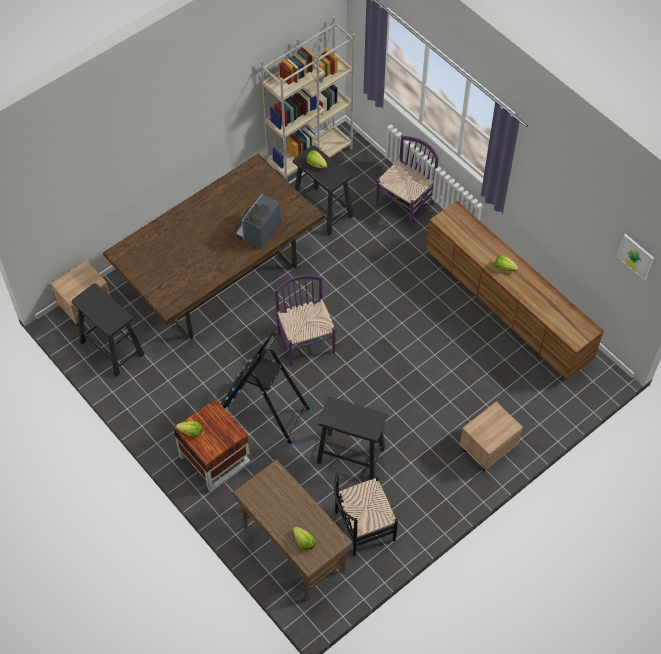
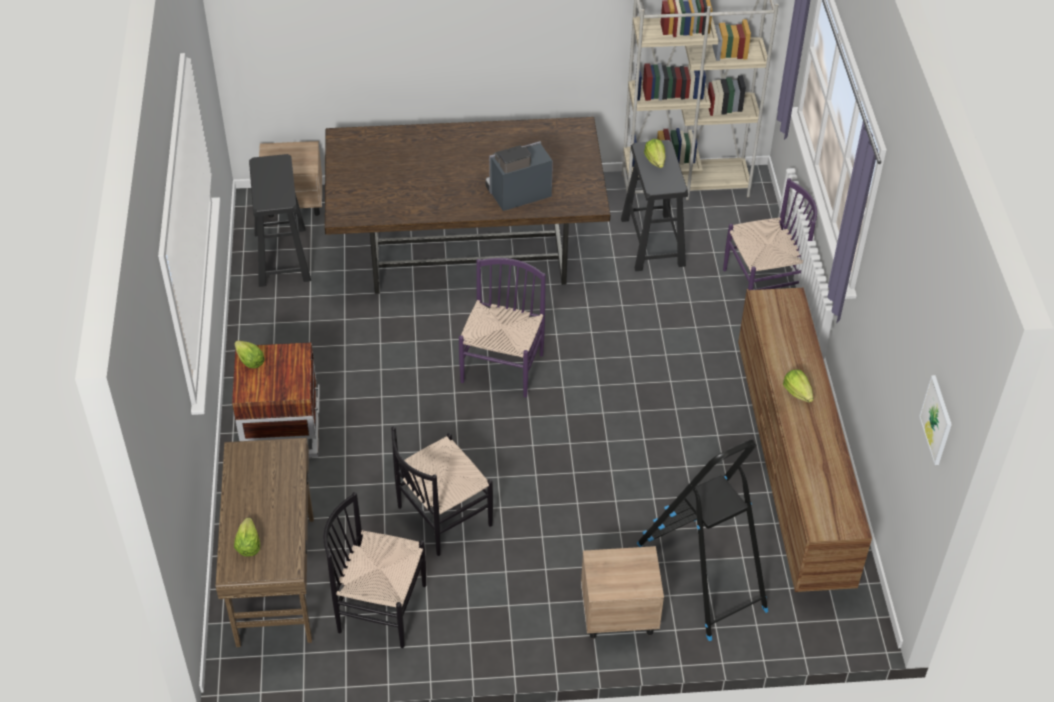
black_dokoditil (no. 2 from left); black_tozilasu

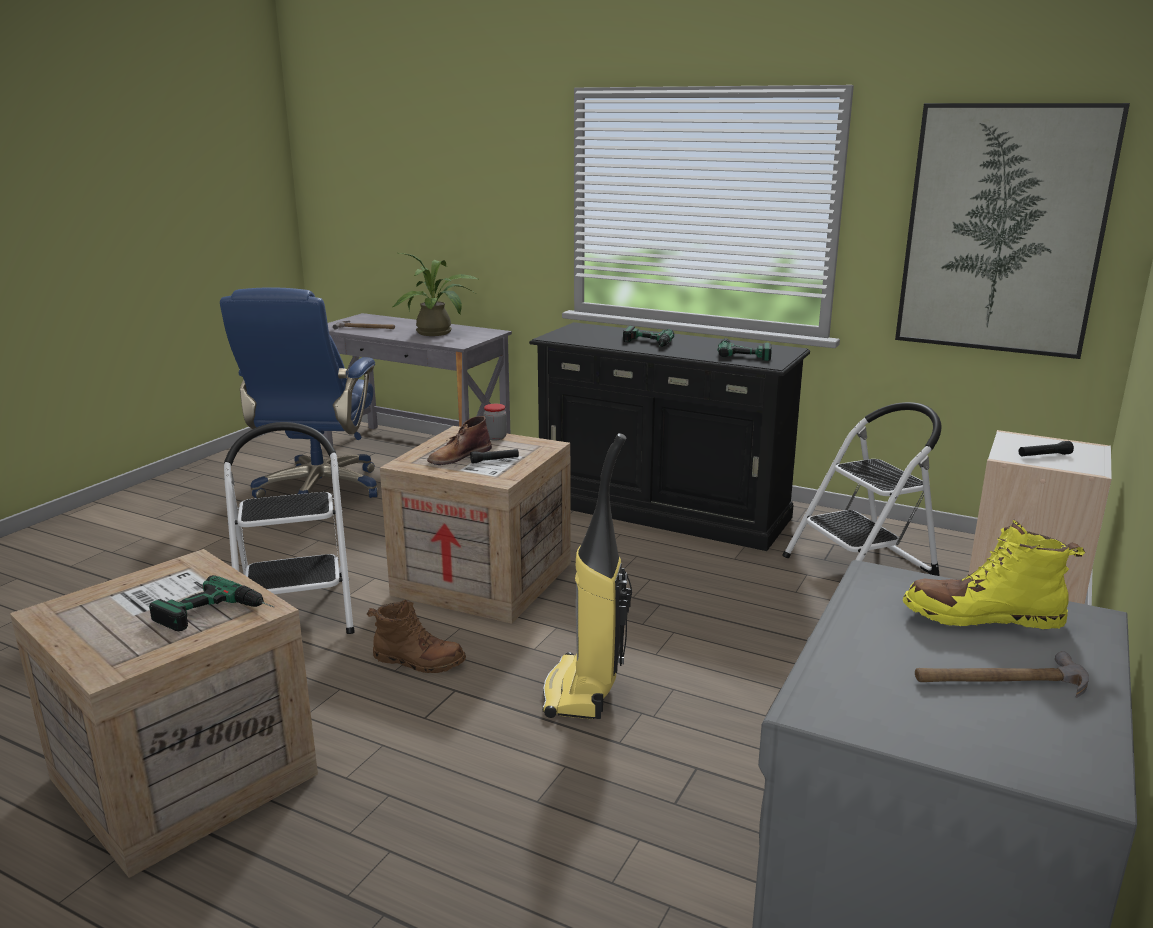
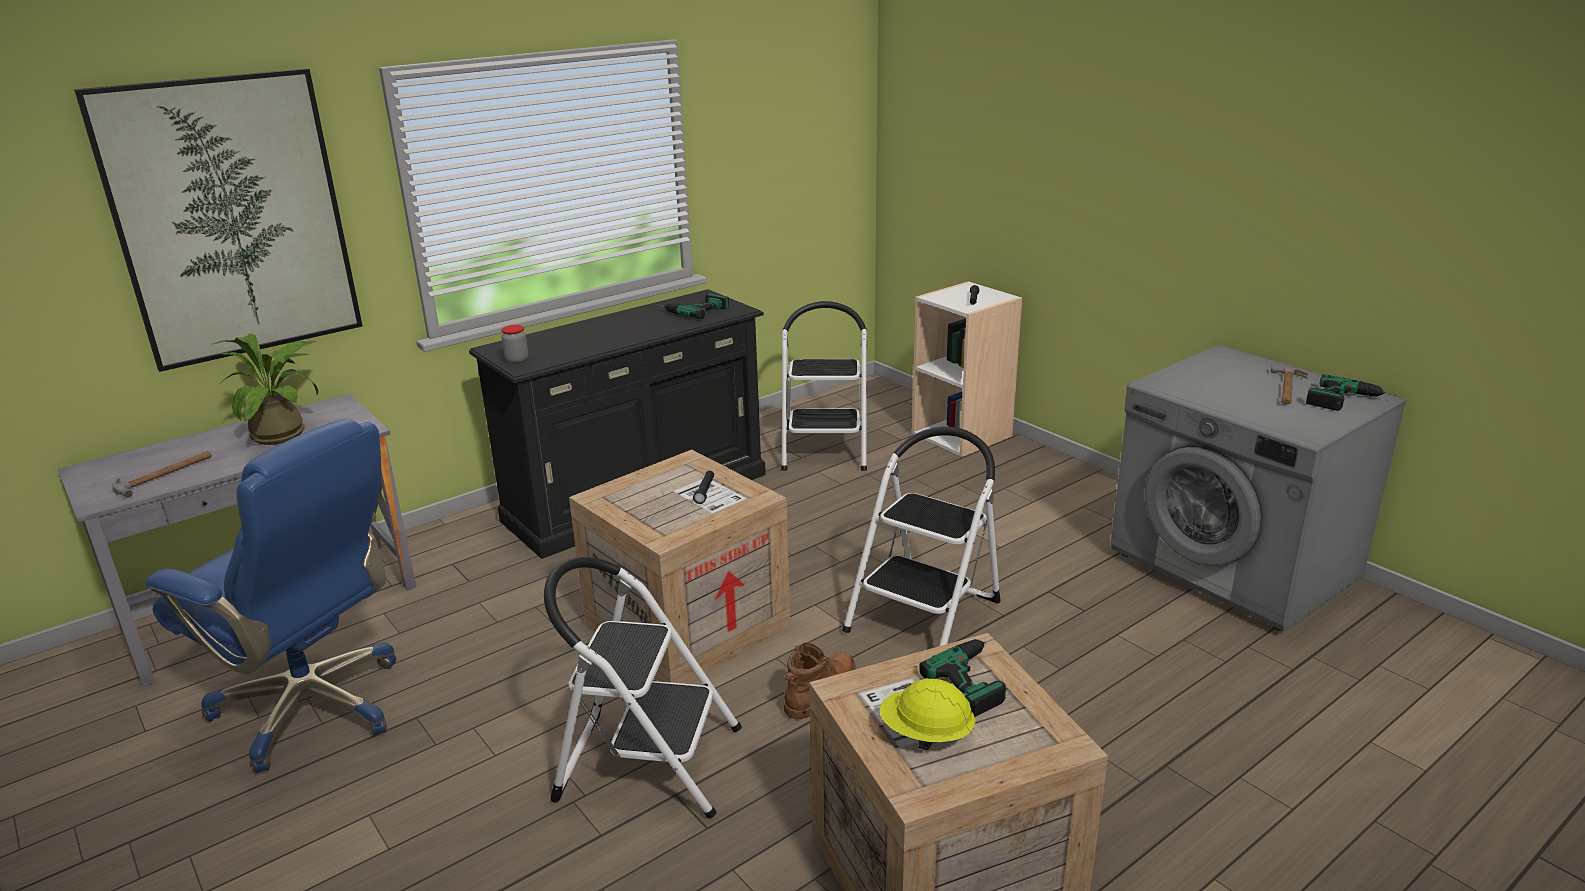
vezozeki; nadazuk; tozilasu (no. 3 from left); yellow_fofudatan; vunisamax (no. 3 from left); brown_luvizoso (no. 2 from left in the first image); yellow_luvizoso

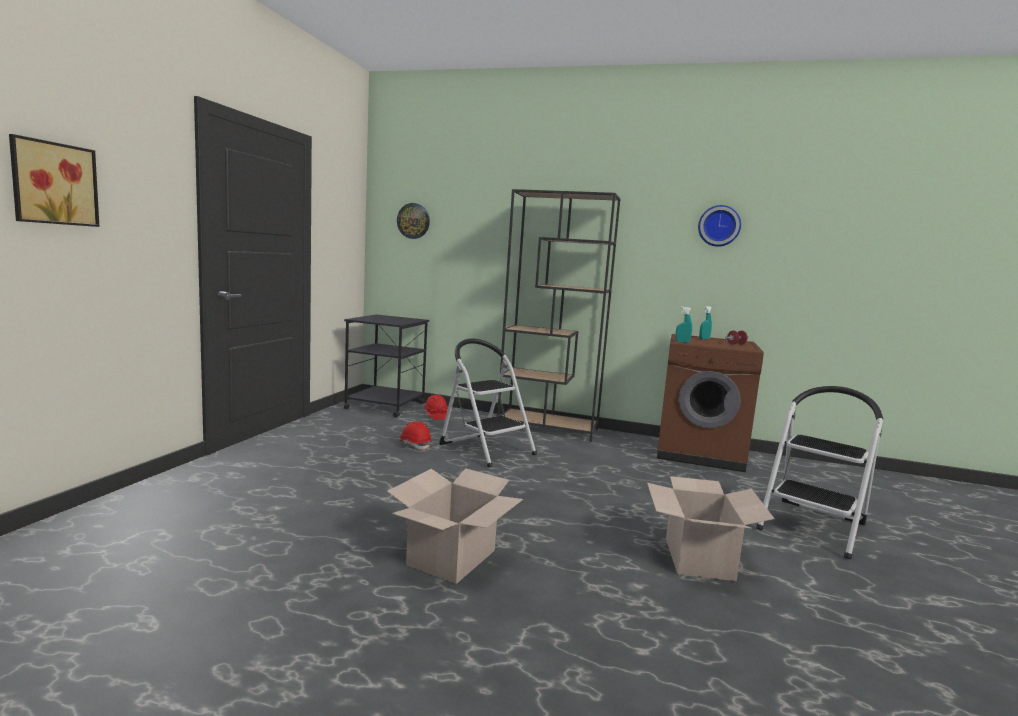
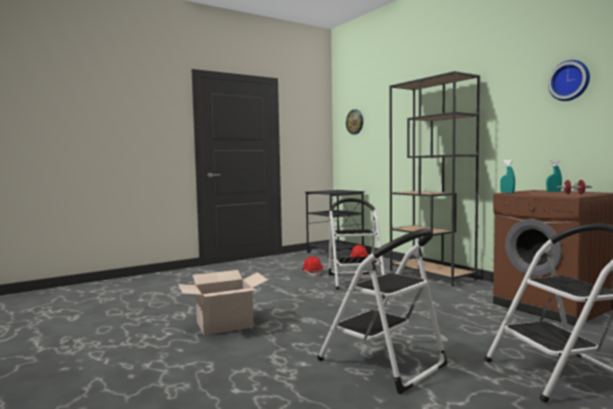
tozilasu (no. 2 from left); vezozeki

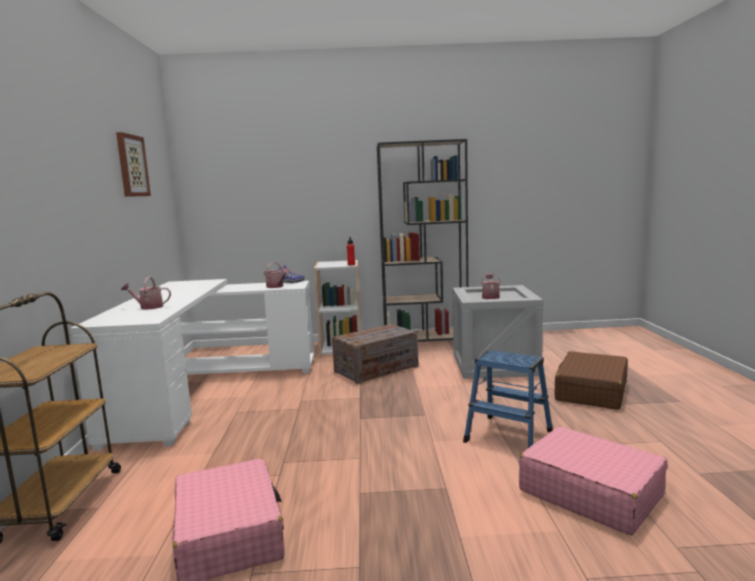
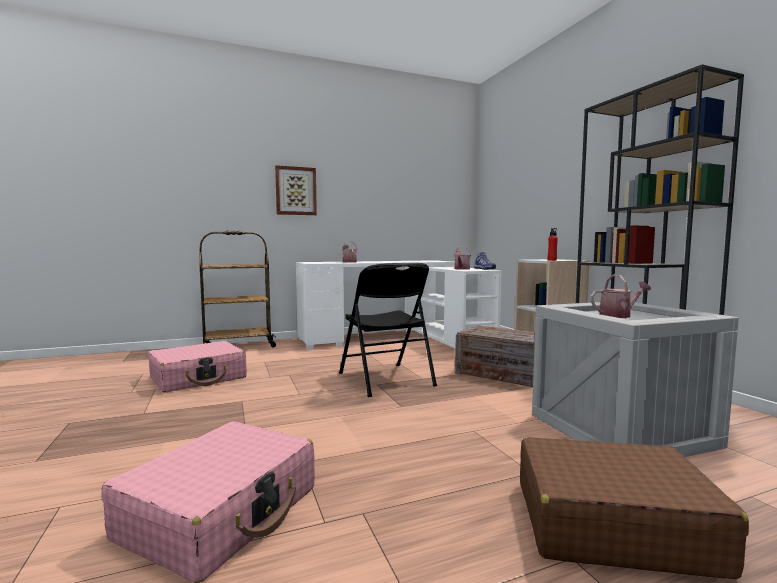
vezozeki; black_dokoditil; blue_tozilasu

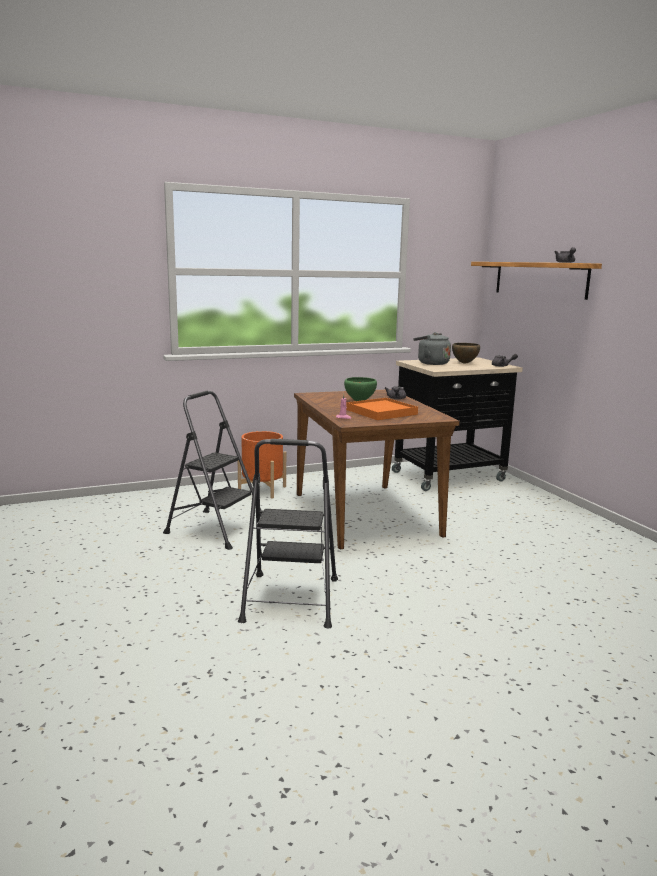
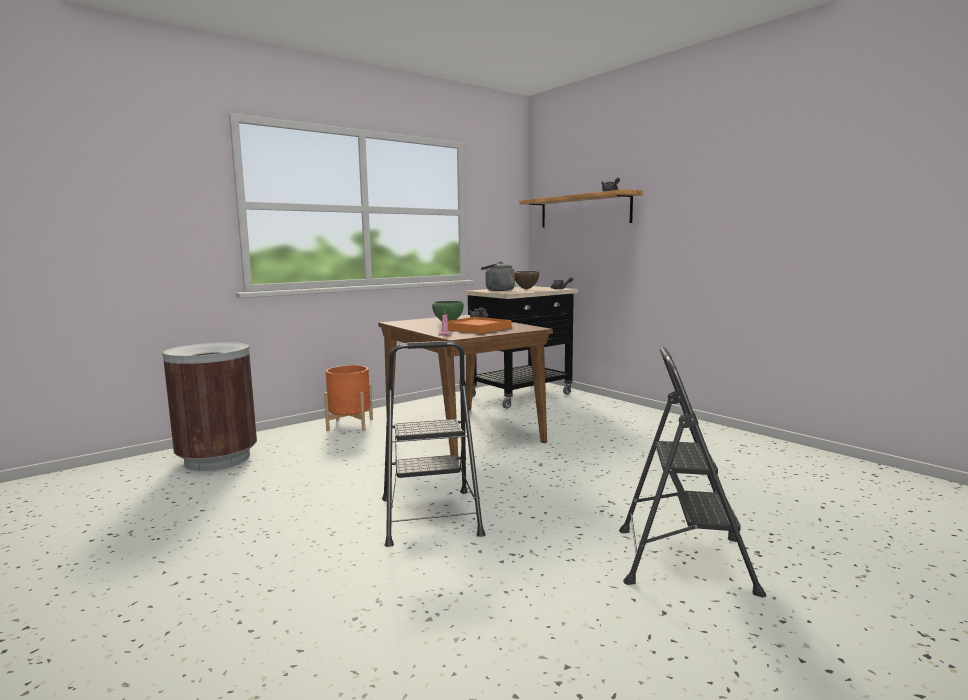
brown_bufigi; black_tozilasu (no. 2 from left)

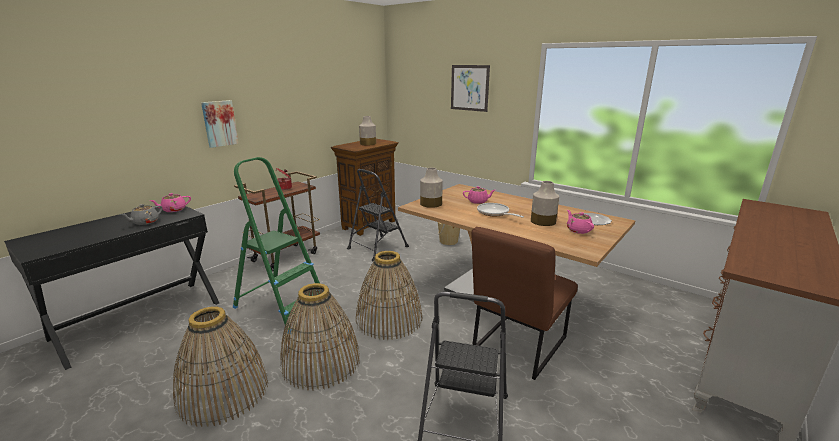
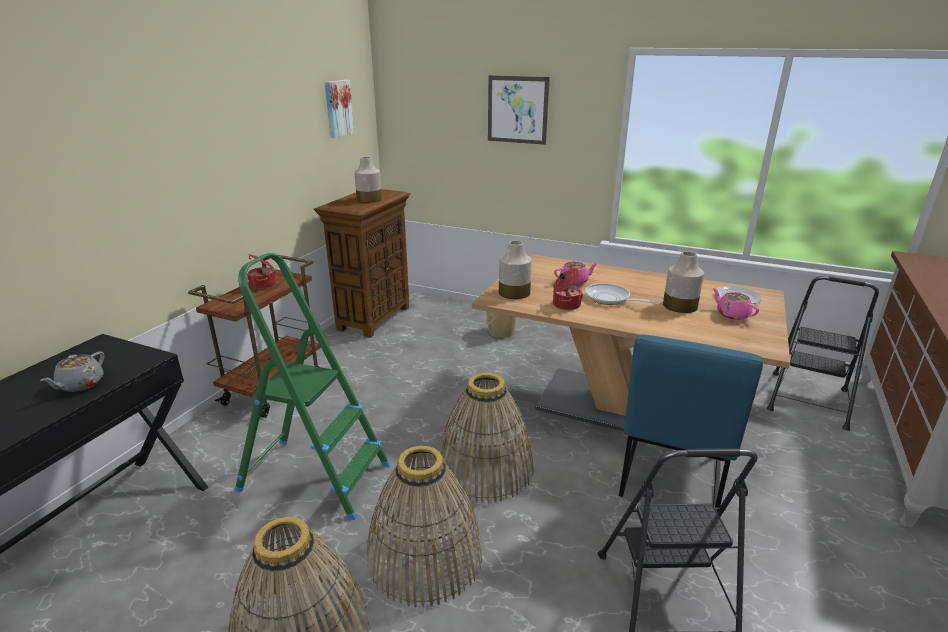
vezozeki (no. 1 from left); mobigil (no. 2 from left); blue_dokoditil; black_tozilasu (no. 2 from left); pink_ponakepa (no. 1 from left in the first image)

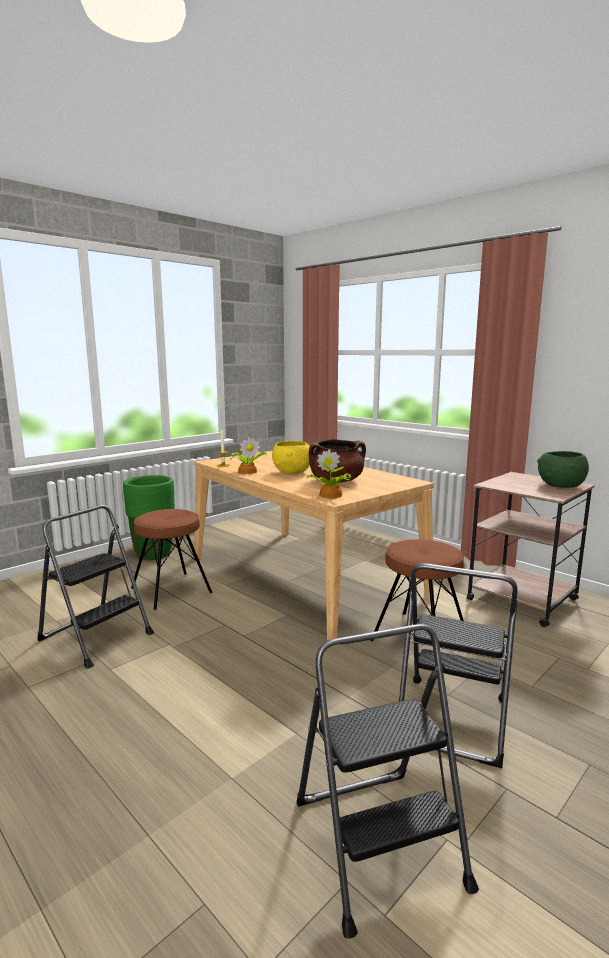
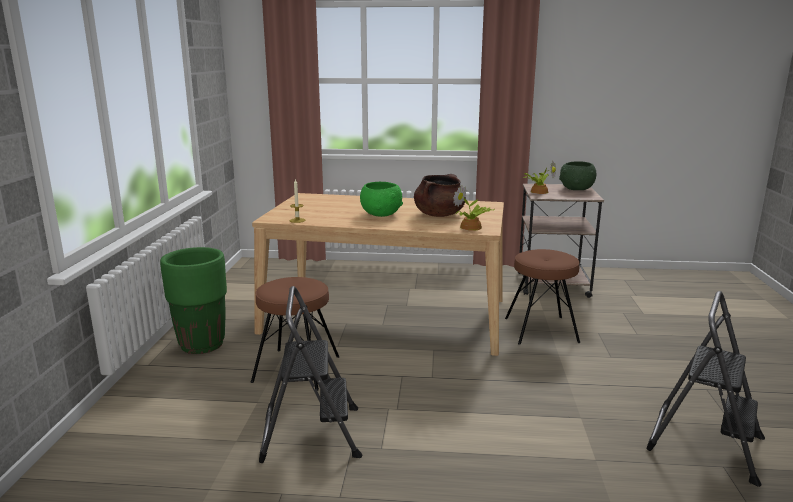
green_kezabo (no. 1 from left); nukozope (no. 2 from left); black_tozilasu (no. 3 from left in the first image)

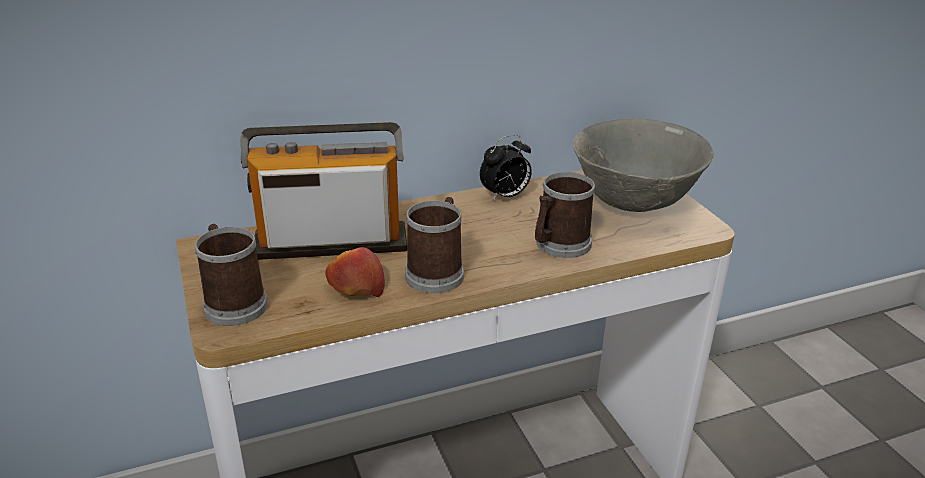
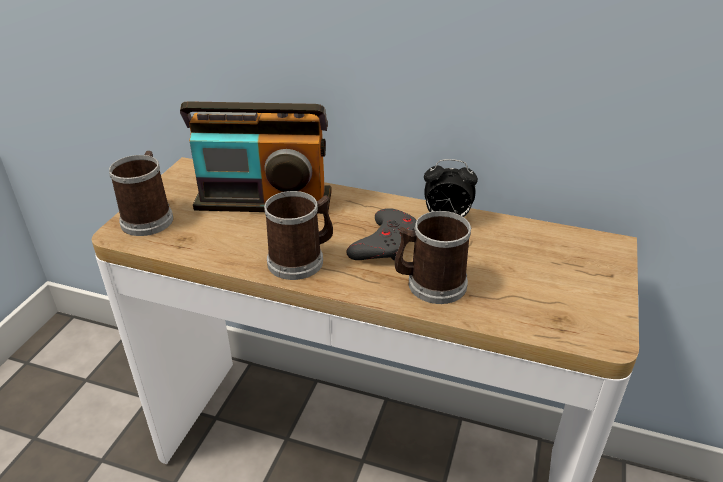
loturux; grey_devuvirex; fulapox; grey_kezabo

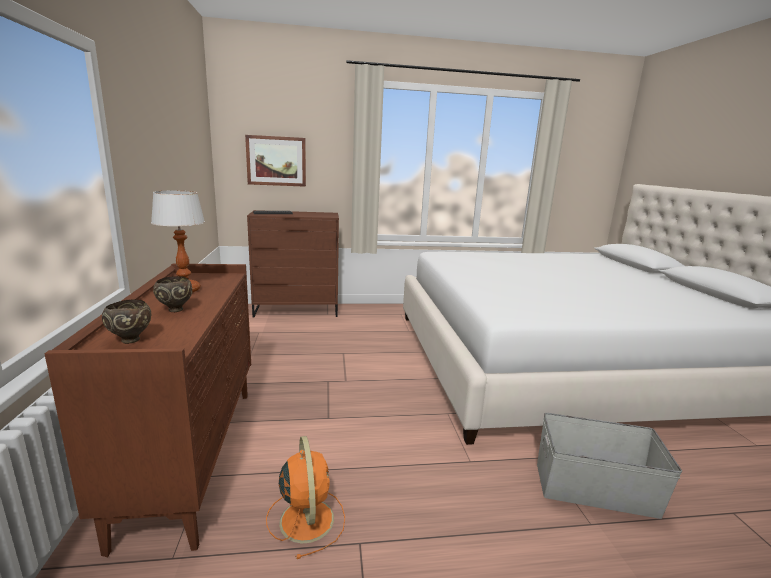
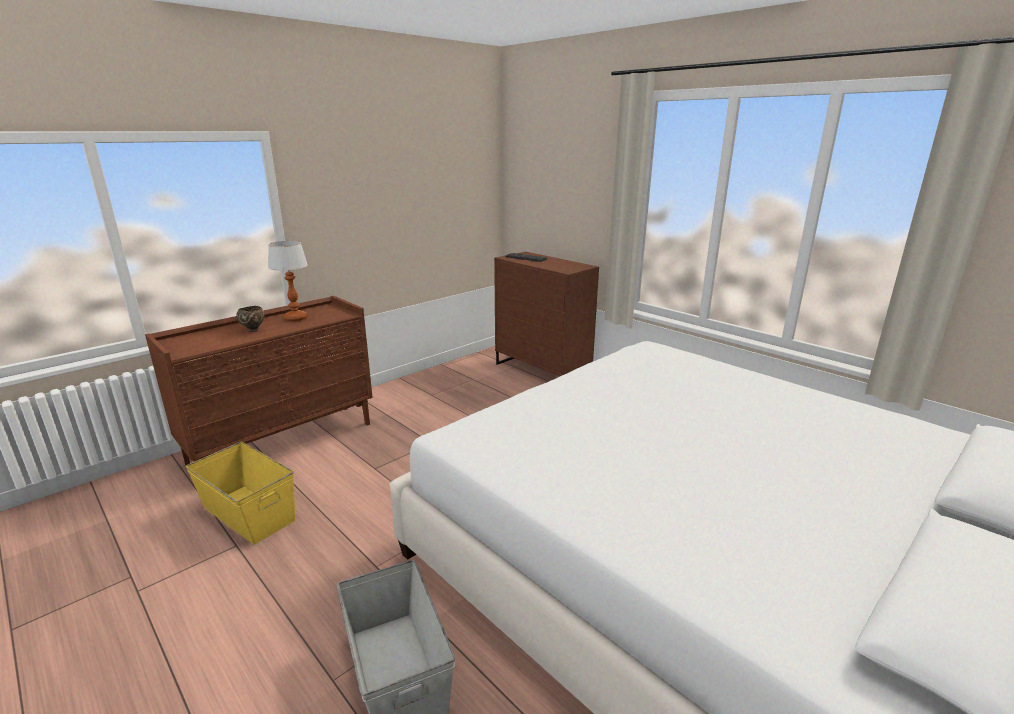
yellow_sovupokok; brown_kezabo (no. 1 from left in the first image); vezozeki

